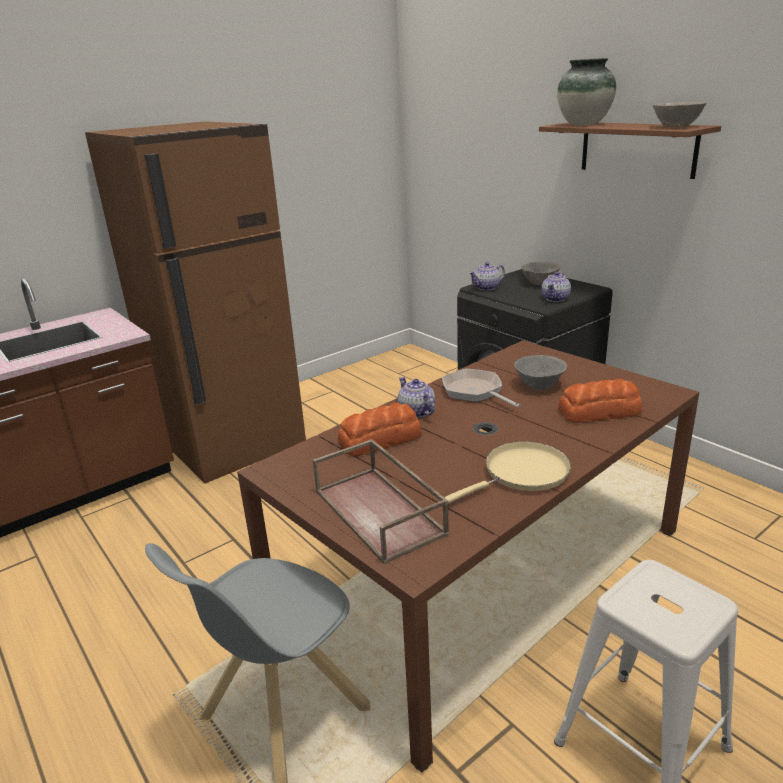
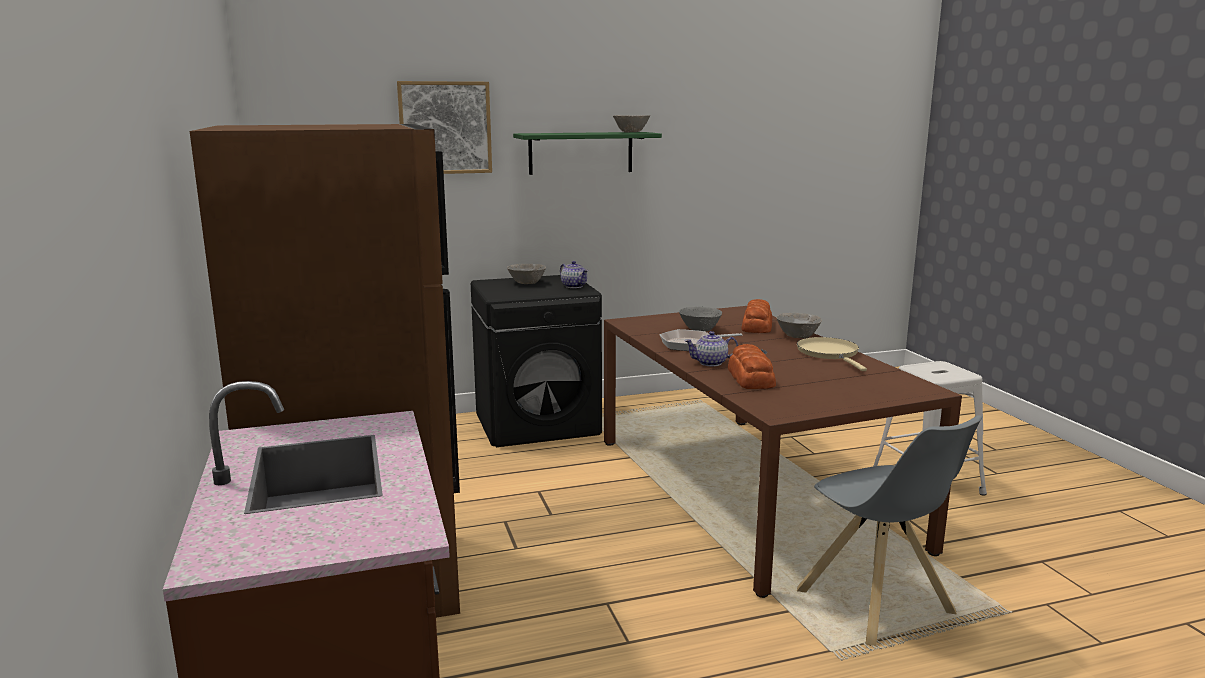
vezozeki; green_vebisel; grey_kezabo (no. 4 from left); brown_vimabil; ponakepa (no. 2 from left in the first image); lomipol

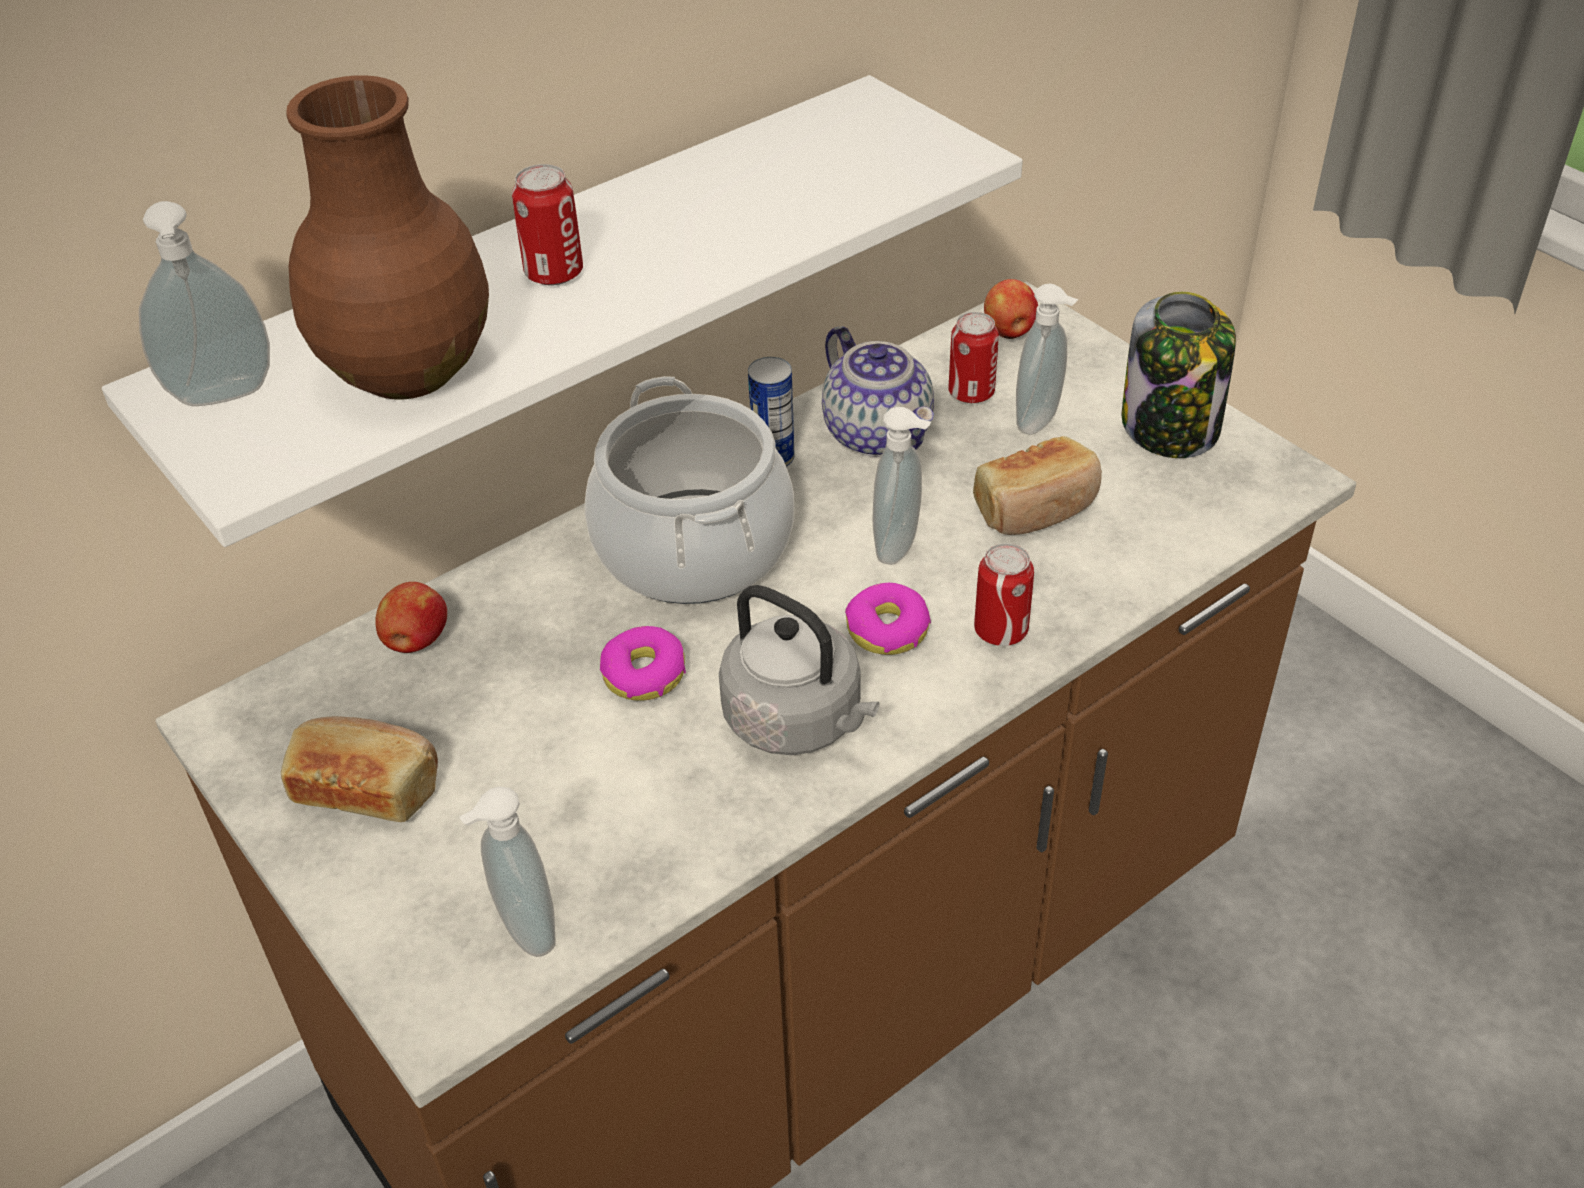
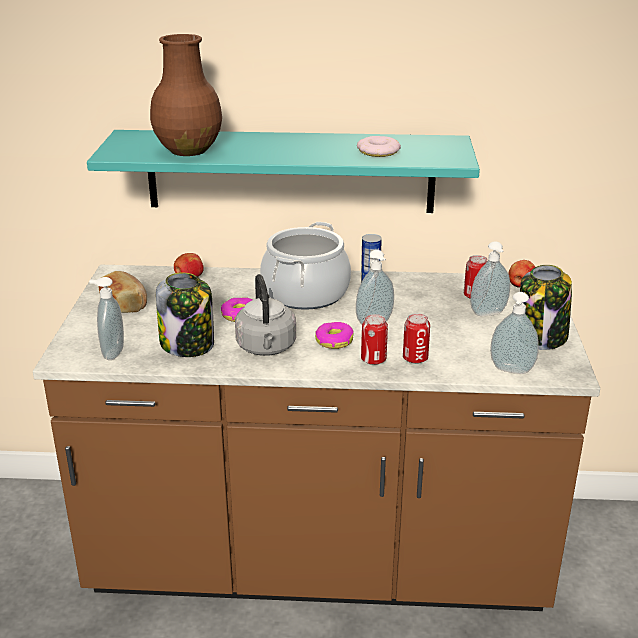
turquoise_vebisel; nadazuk (no. 1 from left); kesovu (no. 3 from left); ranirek (no. 3 from left); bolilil (no. 4 from left); ponakepa; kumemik (no. 2 from left in the first image)

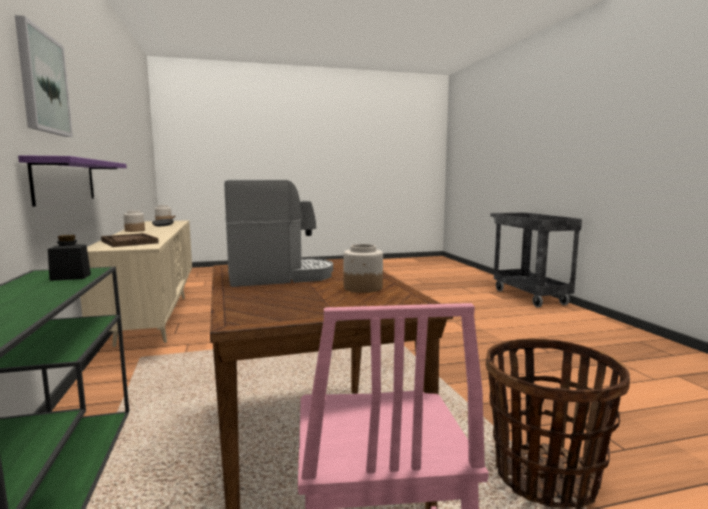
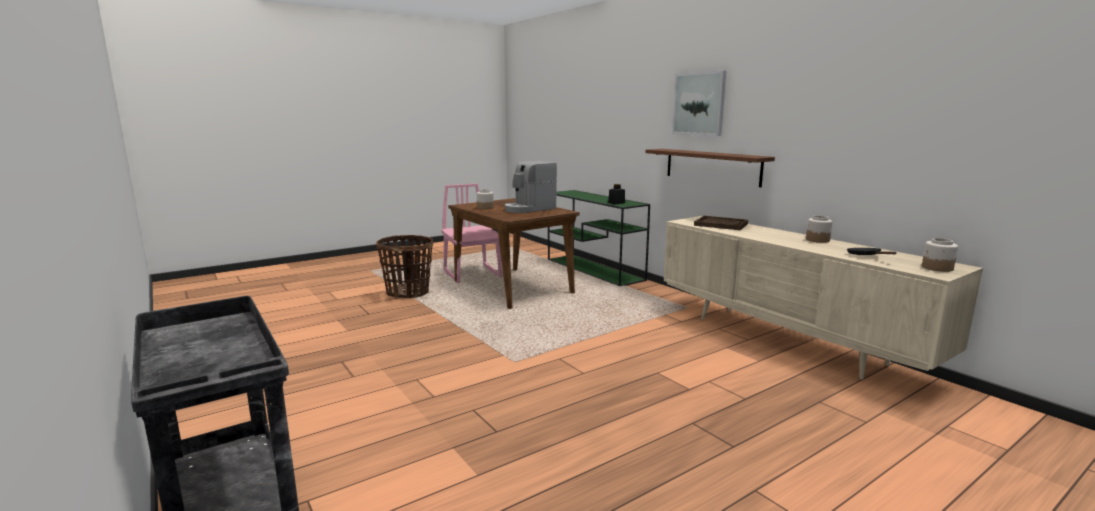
brown_vebisel

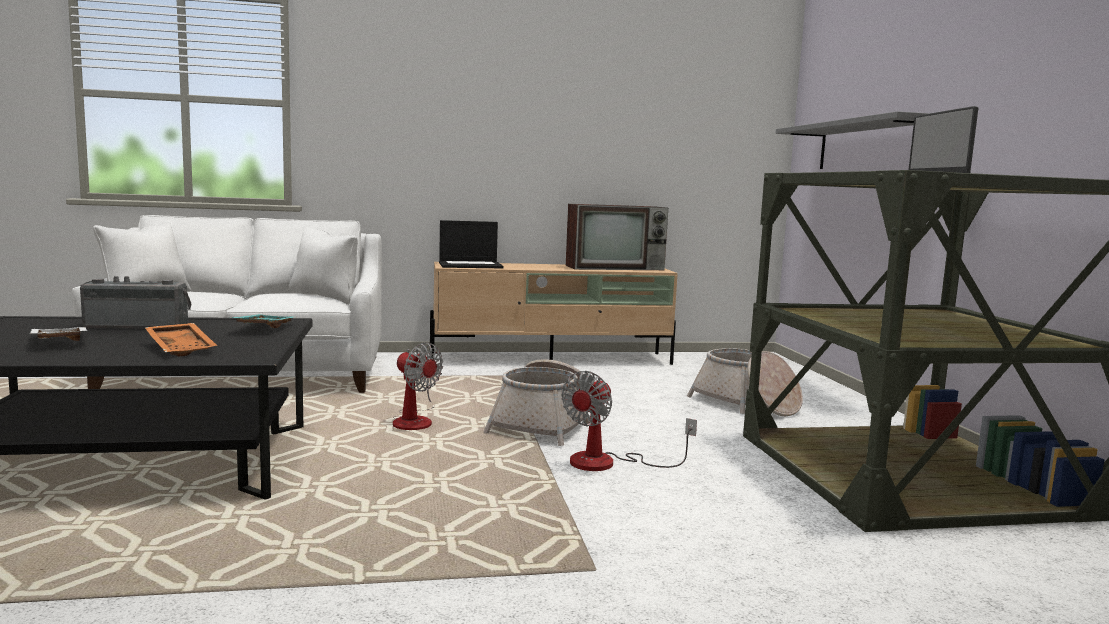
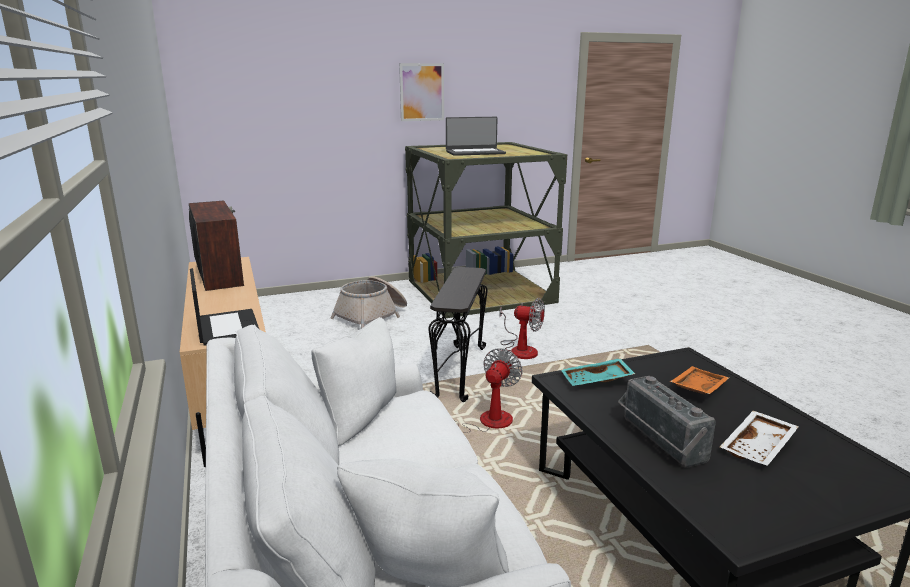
vezozeki; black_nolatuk; grey_vebisel

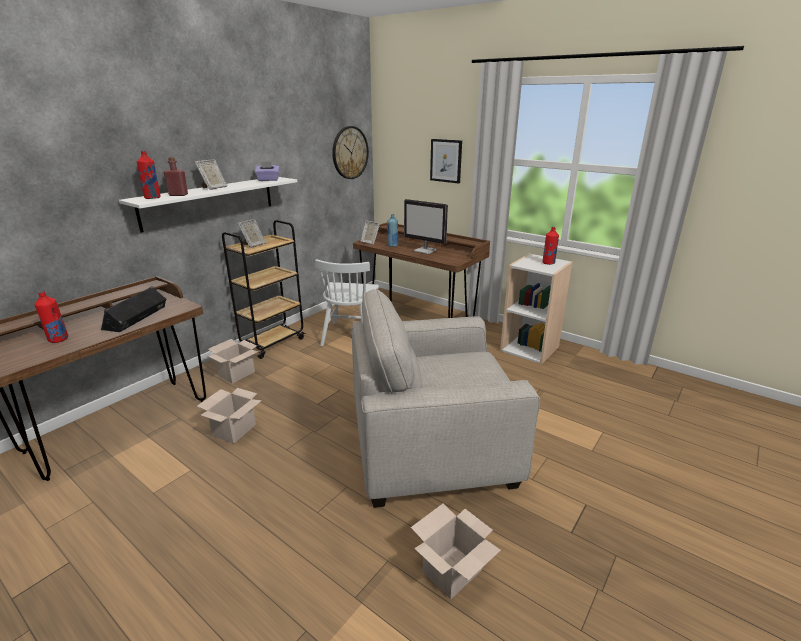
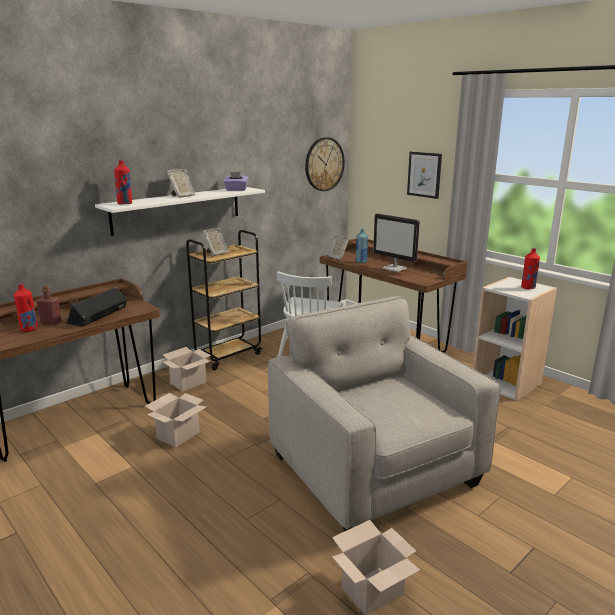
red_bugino (no. 2 from left); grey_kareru

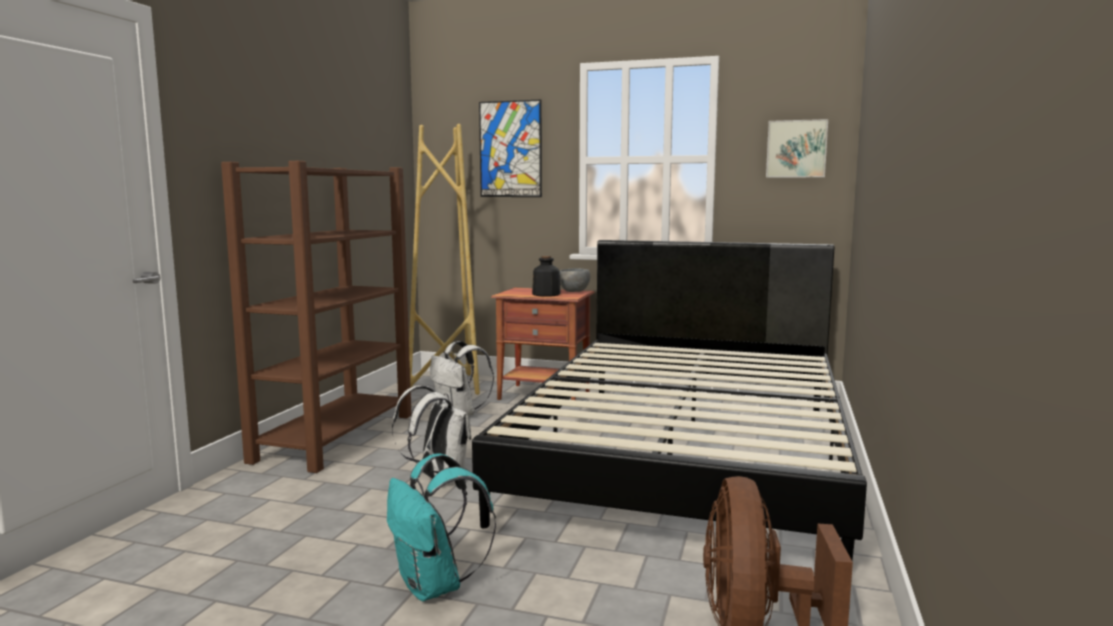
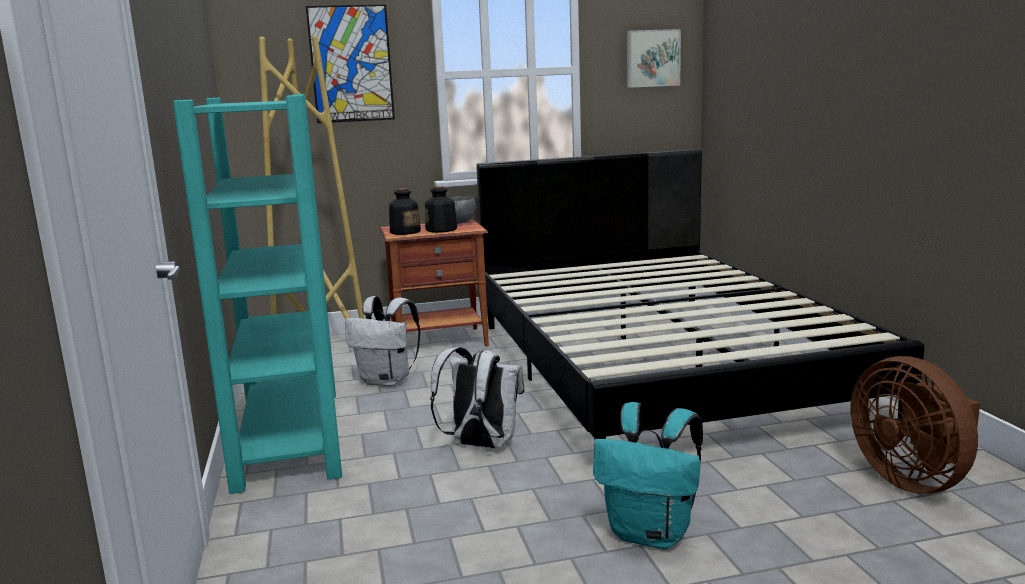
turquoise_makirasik; bugino (no. 1 from left)

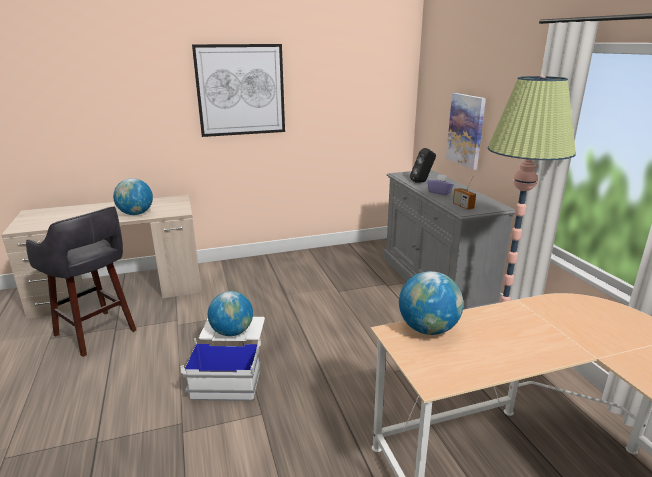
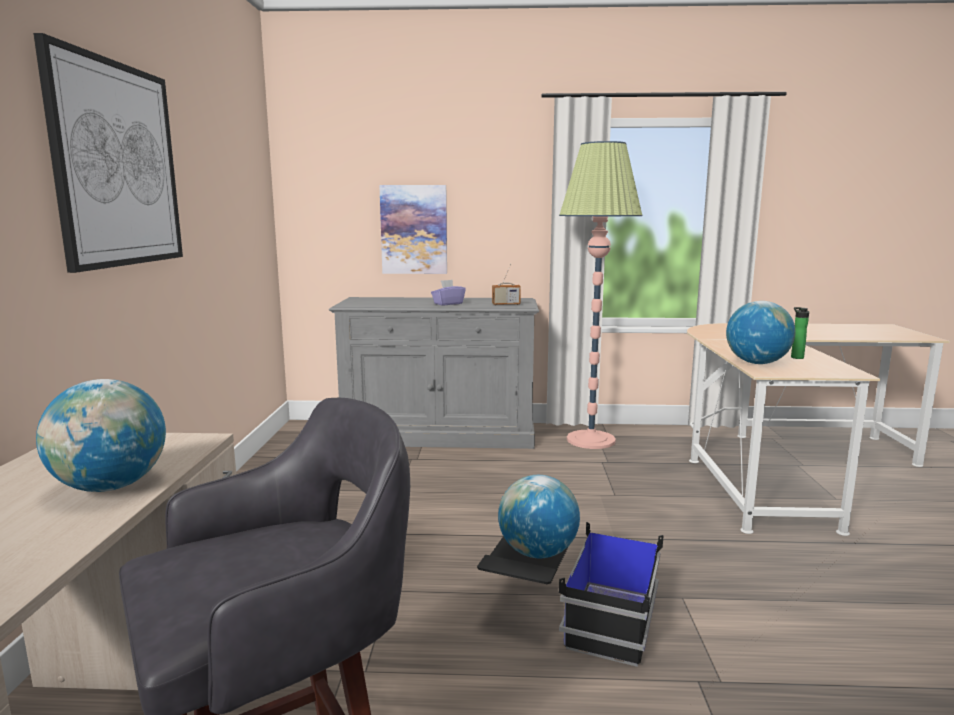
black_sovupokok; bugino; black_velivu

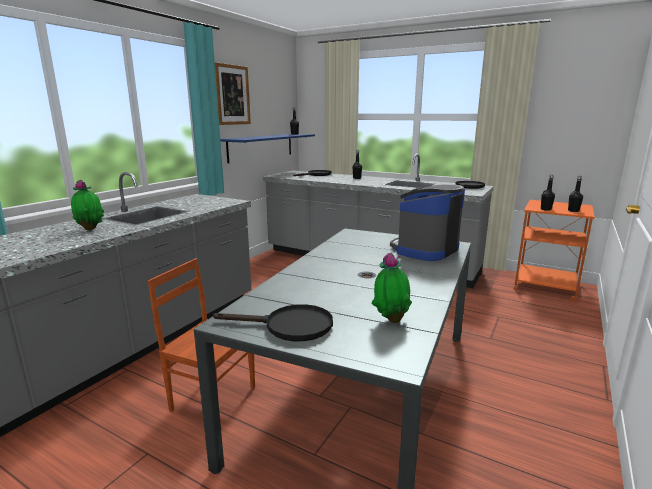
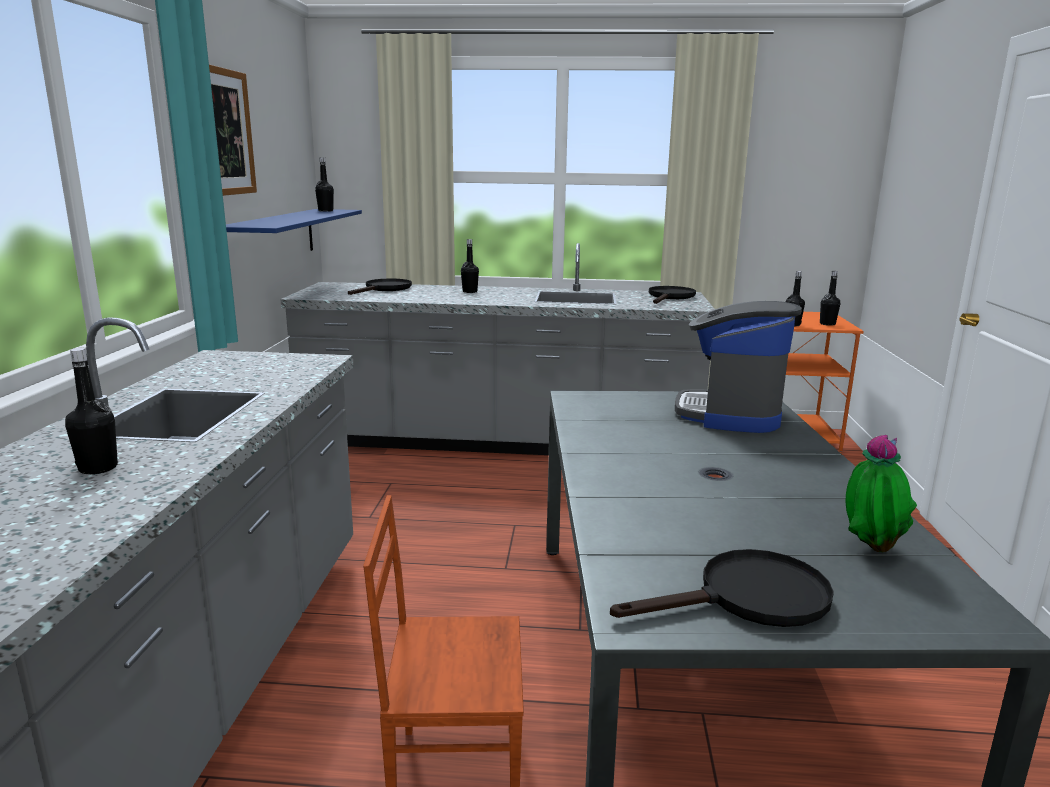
black_bugino (no. 1 from left)

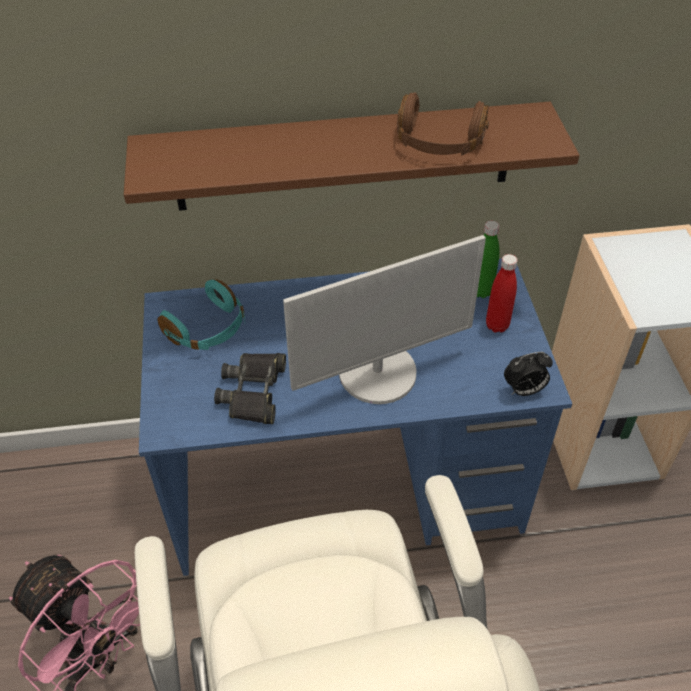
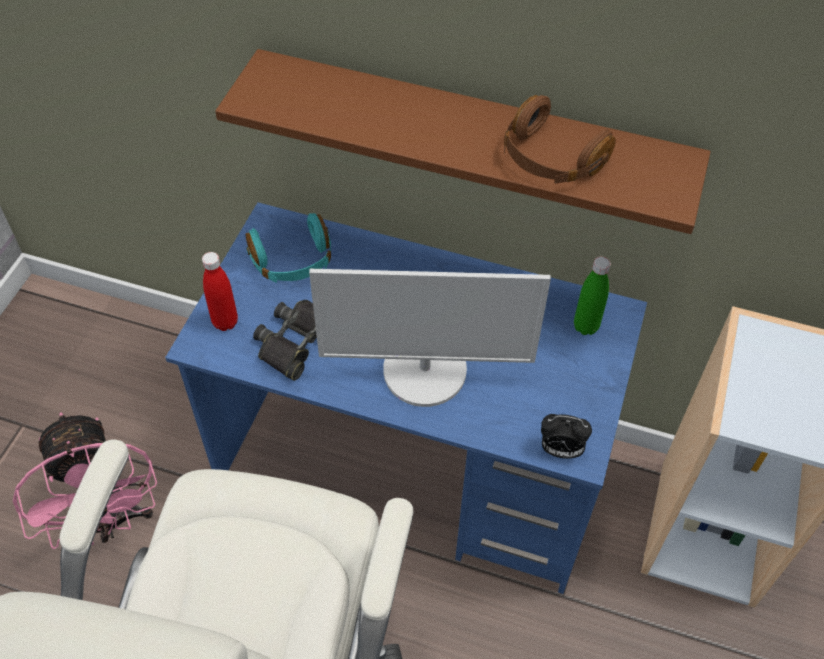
red_bugino

